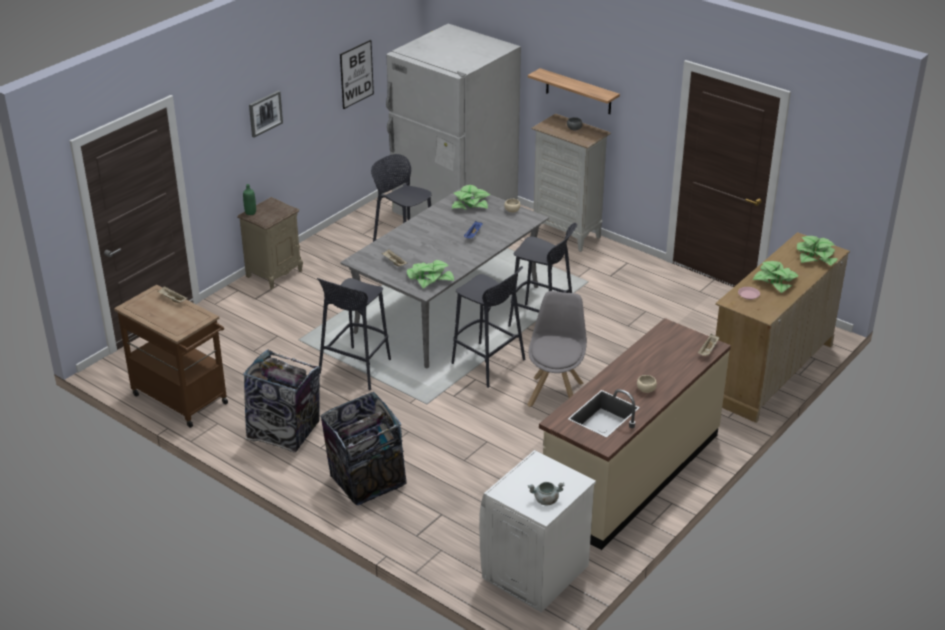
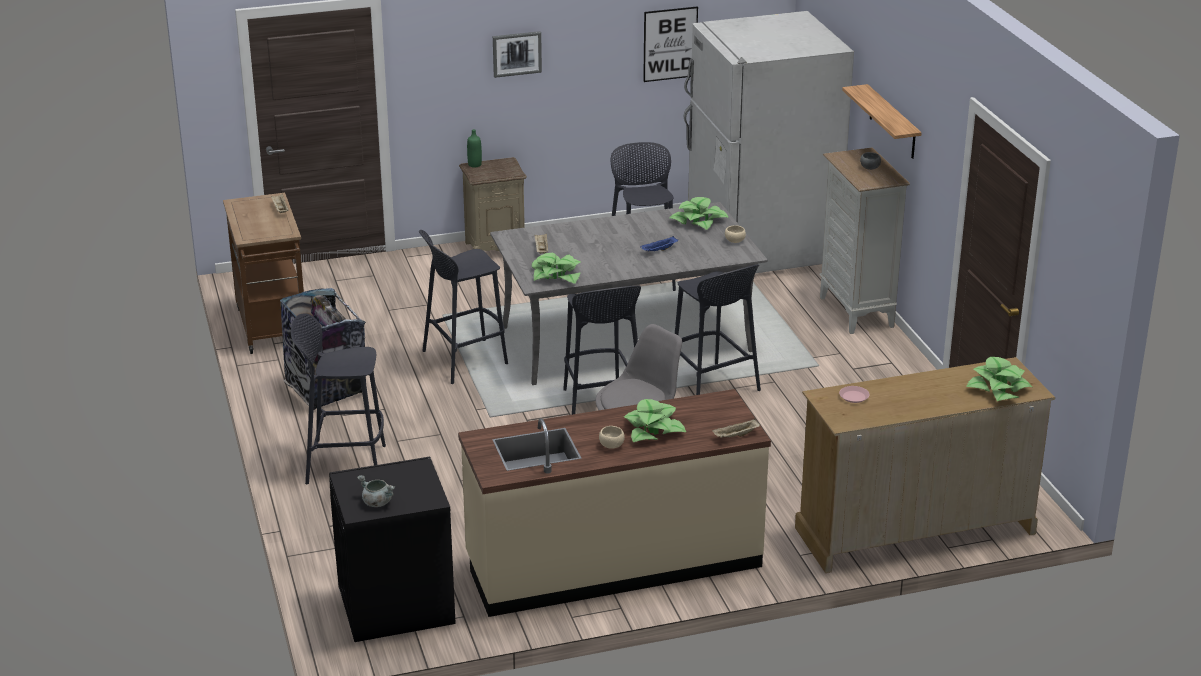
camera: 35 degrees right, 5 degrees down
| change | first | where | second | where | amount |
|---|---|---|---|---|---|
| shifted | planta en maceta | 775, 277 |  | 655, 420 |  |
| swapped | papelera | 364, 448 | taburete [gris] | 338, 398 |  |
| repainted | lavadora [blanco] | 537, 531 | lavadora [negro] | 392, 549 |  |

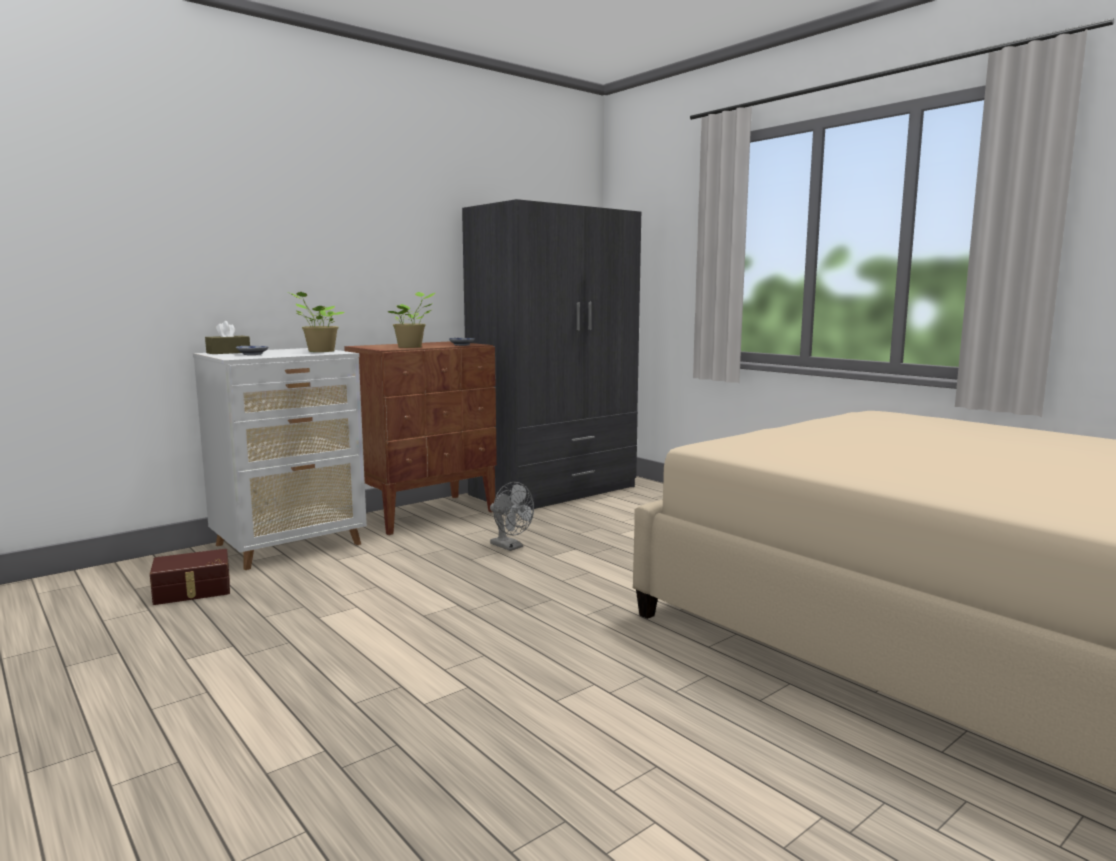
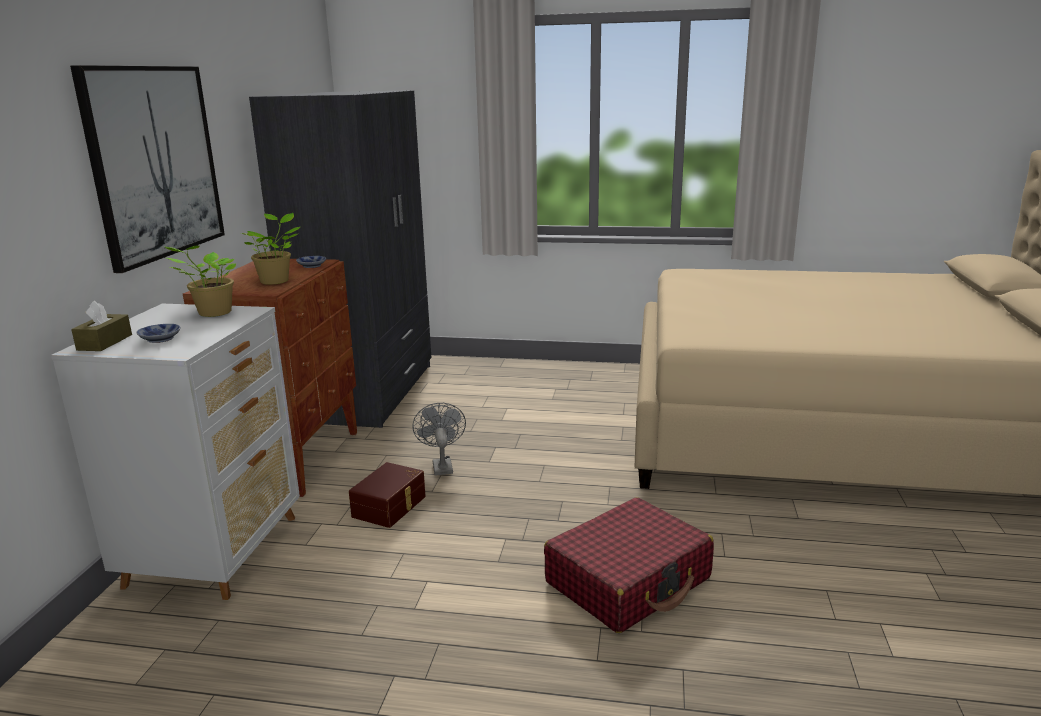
camera: 40 degrees left, 10 degrees up
| change | first | where | second | where | amount |
|---|---|---|---|---|---|
| rotated | ventilador [gris] | 512, 516 |  | 439, 439 | 105 degrees counterclockwise |
| shifted | caja de almacenaje [marrón] | 190, 577 |  | 387, 495 |  |
| new |  |  | cuadro | 147, 169 |  |
| new |  |  | maleta [rojo] | 629, 565 |  |

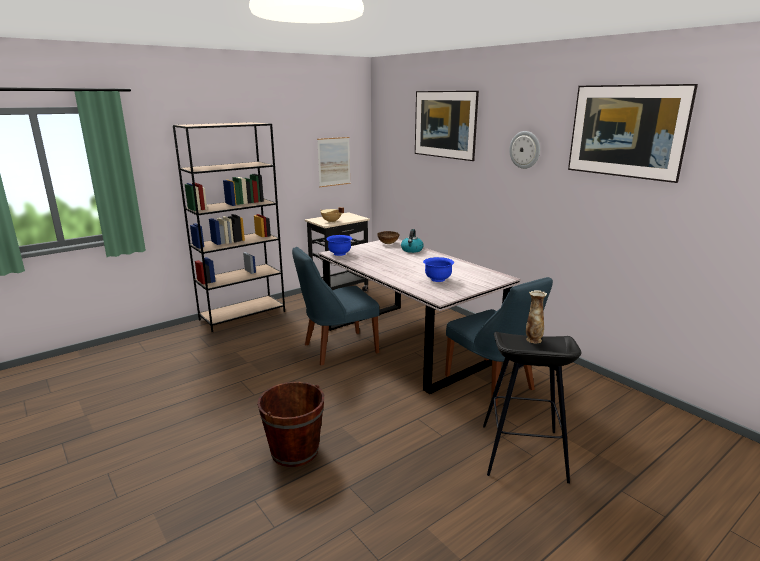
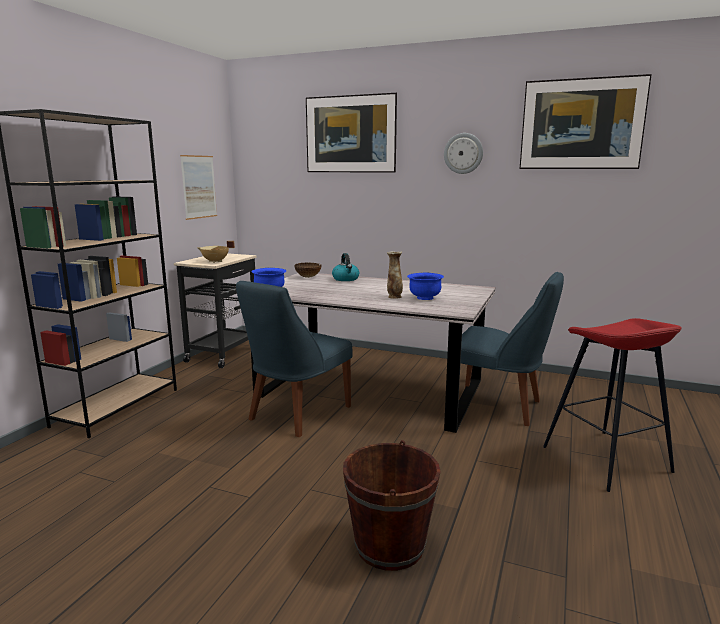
camera: 30 degrees left, 5 degrees down
| change | first | where | second | where | amount |
|---|---|---|---|---|---|
| shifted | florero | 536, 316 |  | 395, 275 |  |
| repainted | taburete [negro] | 532, 408 | taburete [rojo] | 612, 405 |  |

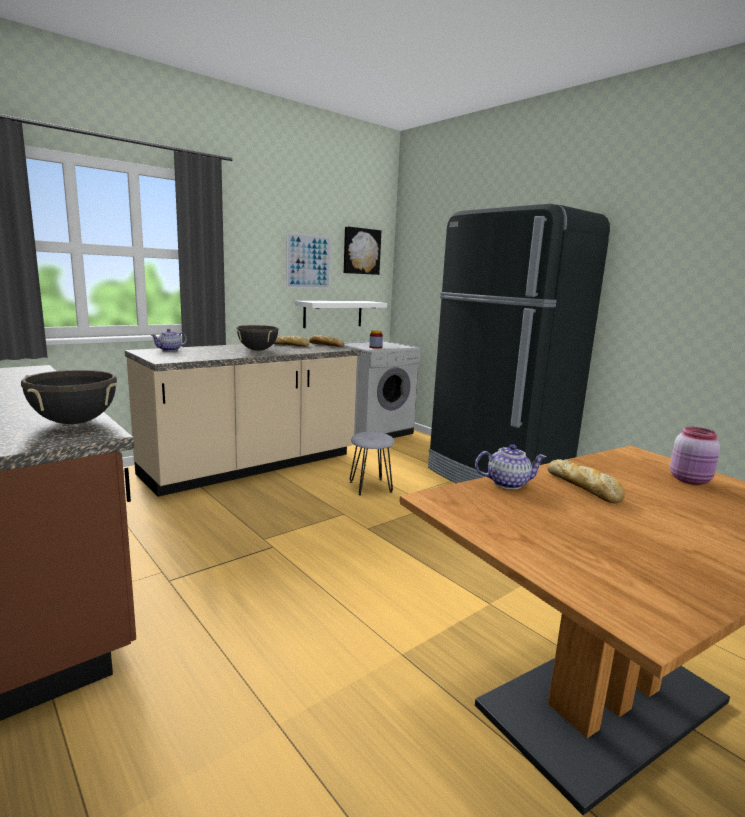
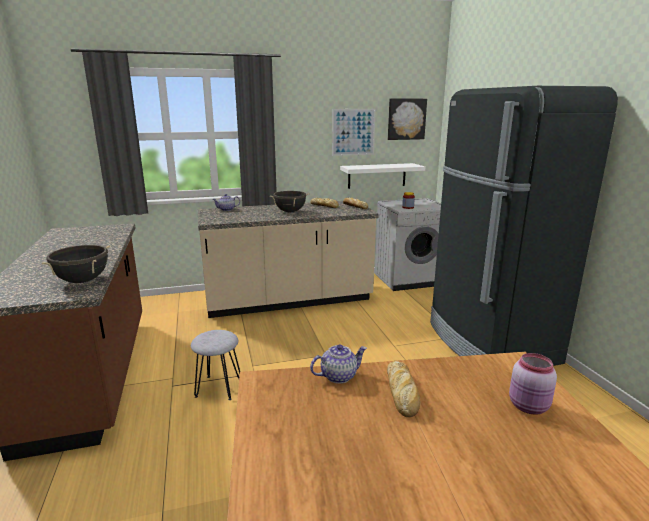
camera: 25 degrees right, 5 degrees up
| change | first | where | second | where | amount |
|---|---|---|---|---|---|
| shifted | taburete [gris] | 372, 463 |  | 215, 365 |  |
| rotated | tetera | 510, 466 |  | 338, 364 | 45 degrees counterclockwise |

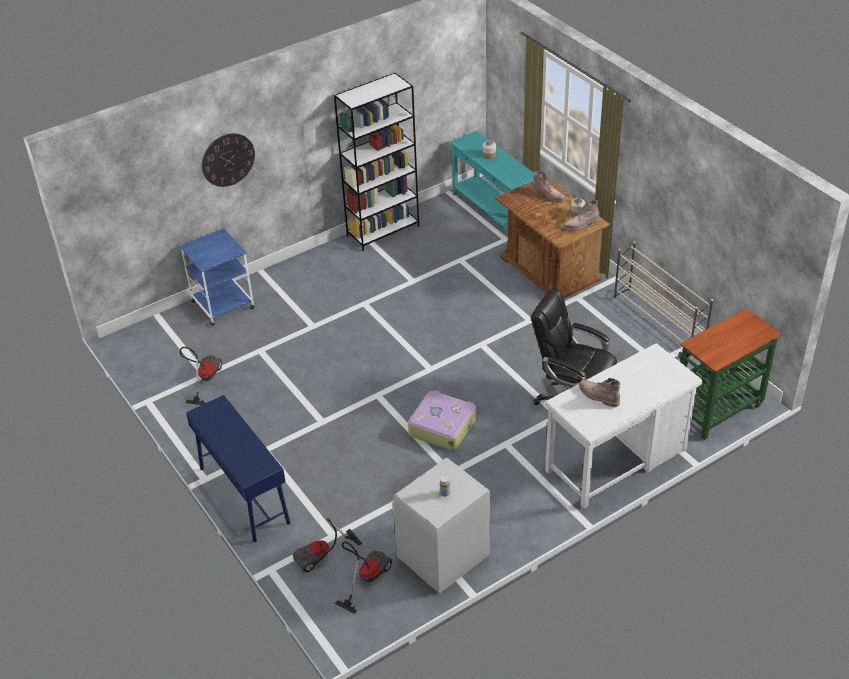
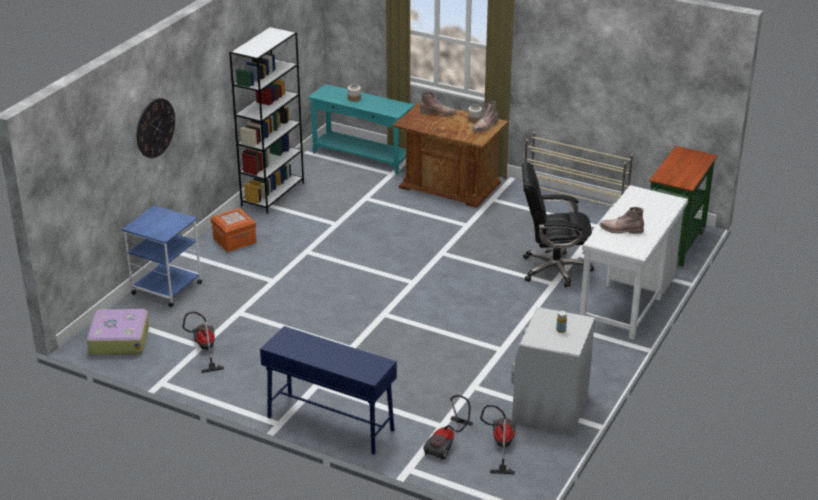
camera: 30 degrees left, 10 degrees down
| change | first | where | second | where | amount |
|---|---|---|---|---|---|
| shifted | maleta | 442, 420 |  | 118, 332 |  |
| new |  |  | caja de almacenaje [naranja] | 233, 230 |  |

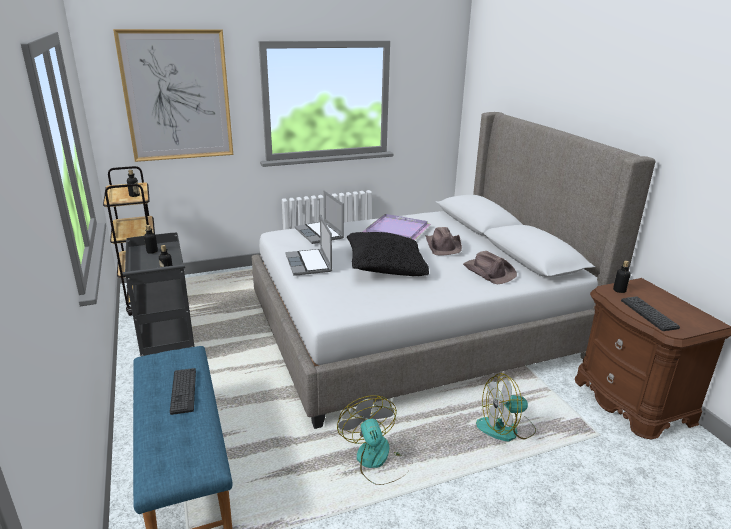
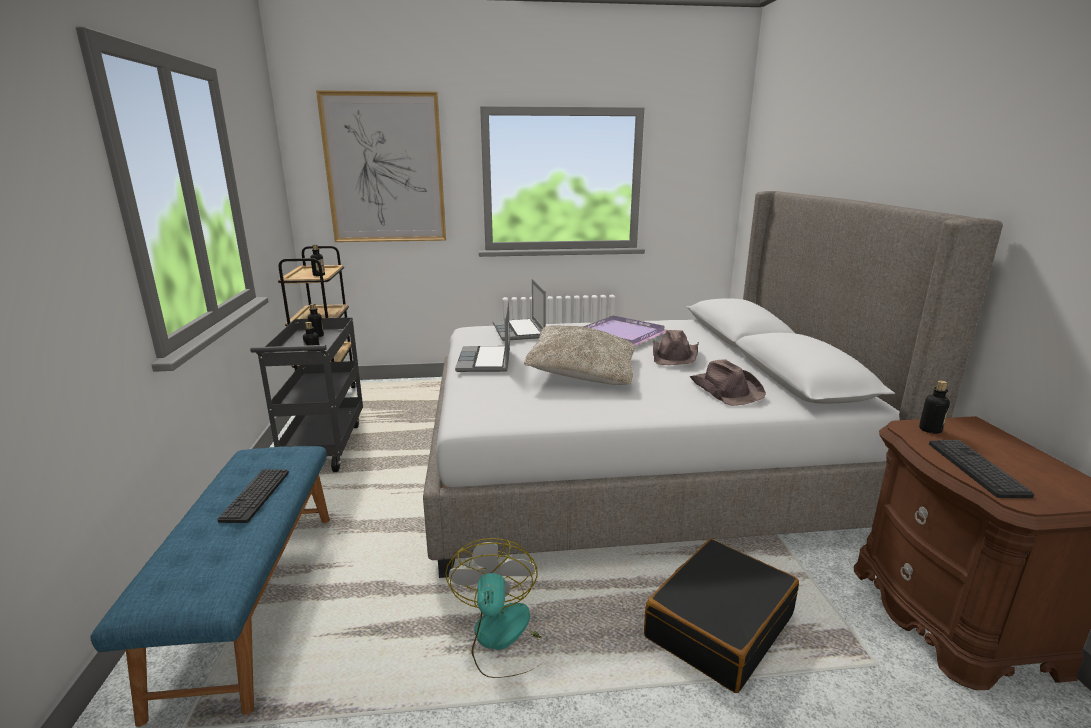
camera: 15 degrees right, 5 degrees down
| change | first | where | second | where | amount |
|---|---|---|---|---|---|
| repainted | cojín [negro] | 388, 254 | cojín [beis] | 579, 355 |  |
| swapped | ventilador | 506, 407 | maleta [negro] | 721, 616 |  |

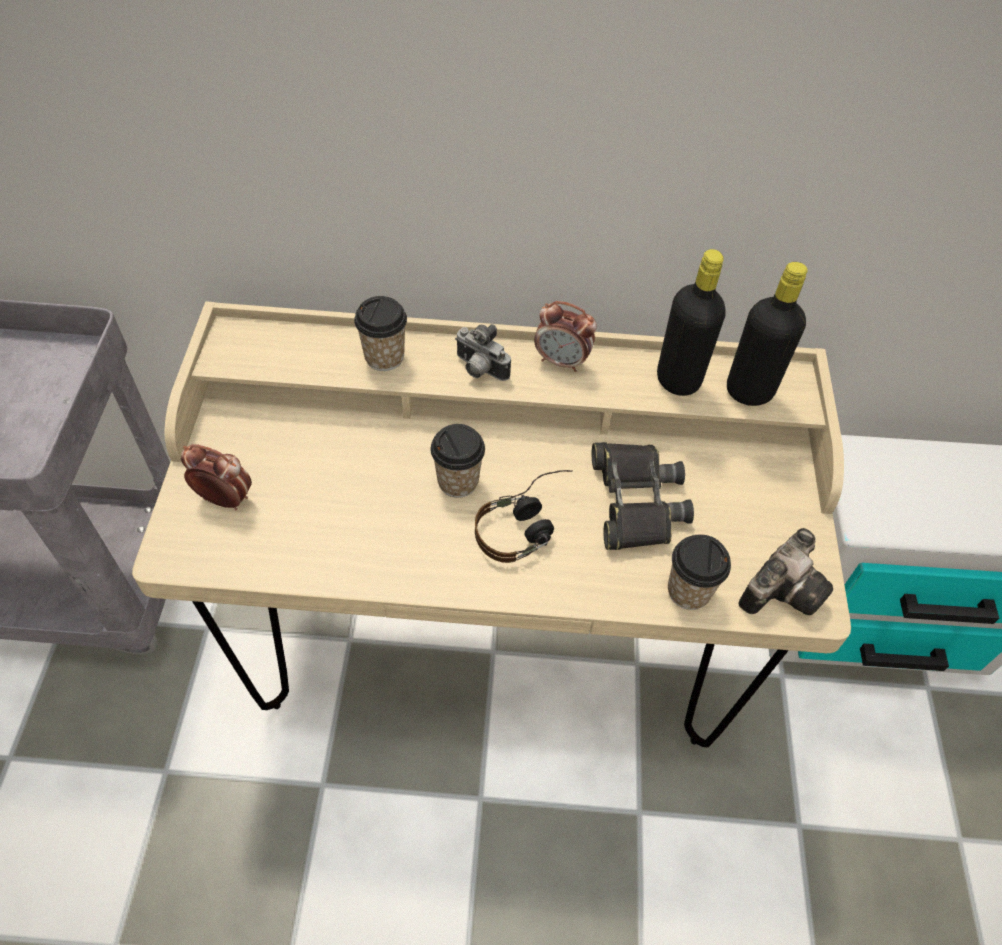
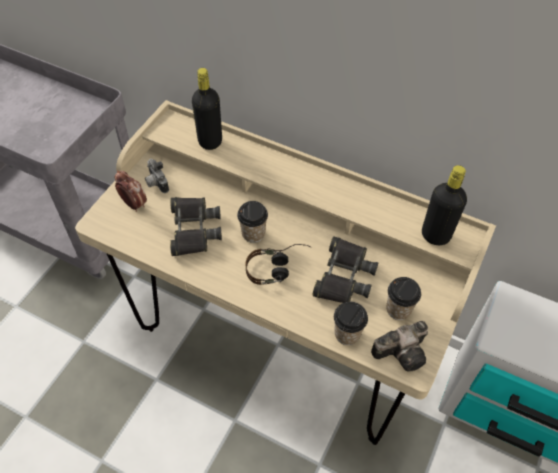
camera: 25 degrees right, 0 degrees up
| change | first | where | second | where | amount |
|---|---|---|---|---|---|
| shifted | botella [negro] | 691, 322 |  | 207, 109 |  |
| shifted | taza | 380, 333 |  | 403, 298 |  |
| gone | despertador | 565, 336 |  |  |  |
| shifted | cámara | 483, 352 |  | 157, 176 |  |
| new |  |  | prismáticos [negro] | 196, 226 |  |

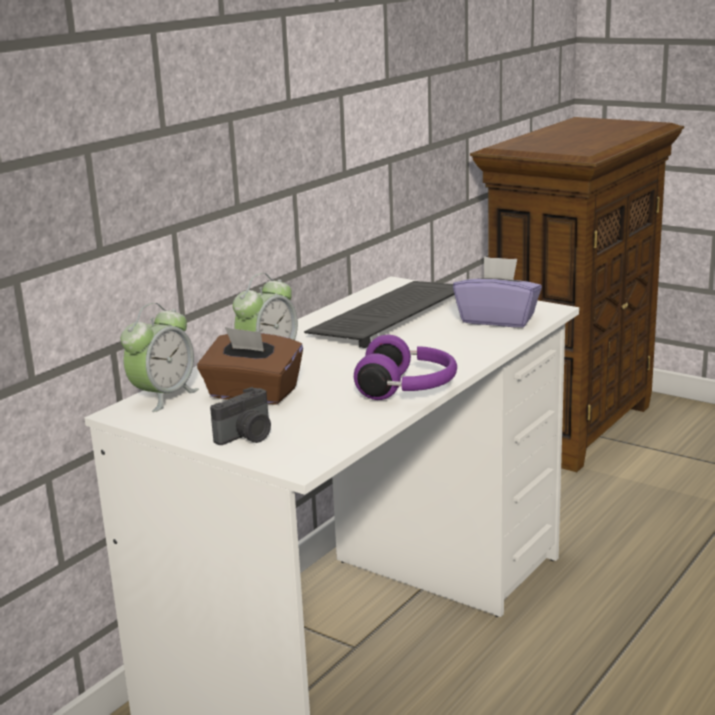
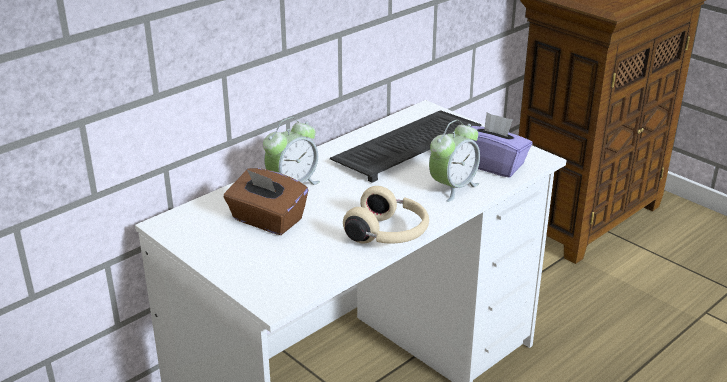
camera: 10 degrees right, 10 degrees up
| change | first | where | second | where | amount |
|---|---|---|---|---|---|
| shifted | despertador | 160, 357 |  | 454, 161 |  |
| repainted | auriculares [morado] | 405, 367 | auriculares [beis] | 386, 215 |  |
| gone | cámara | 240, 416 |  |  |  |

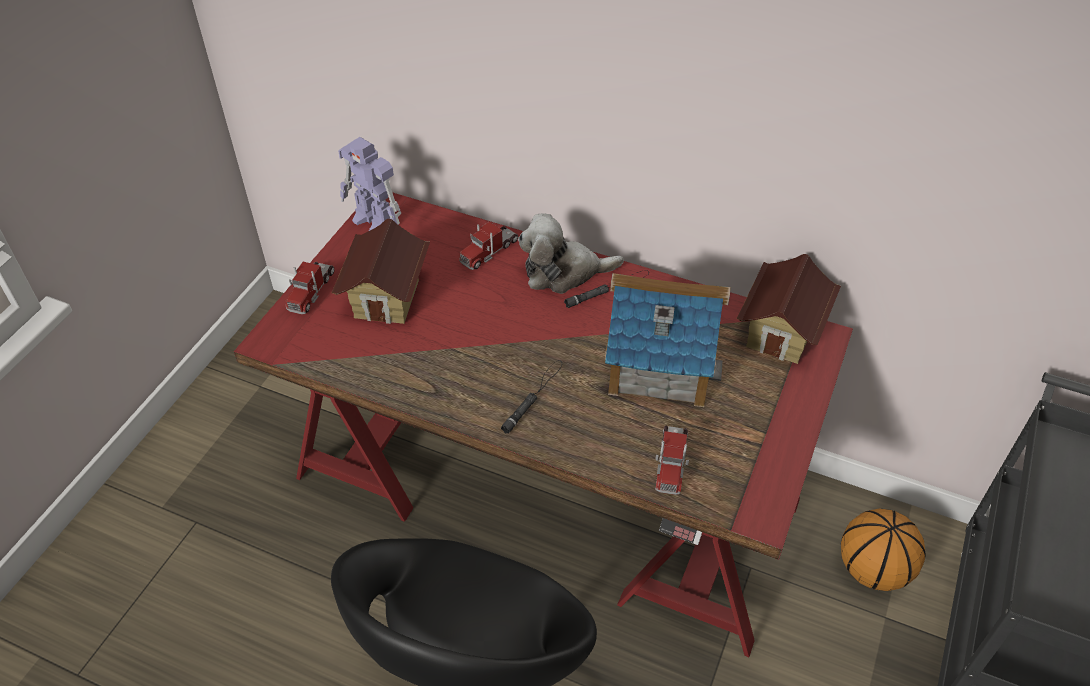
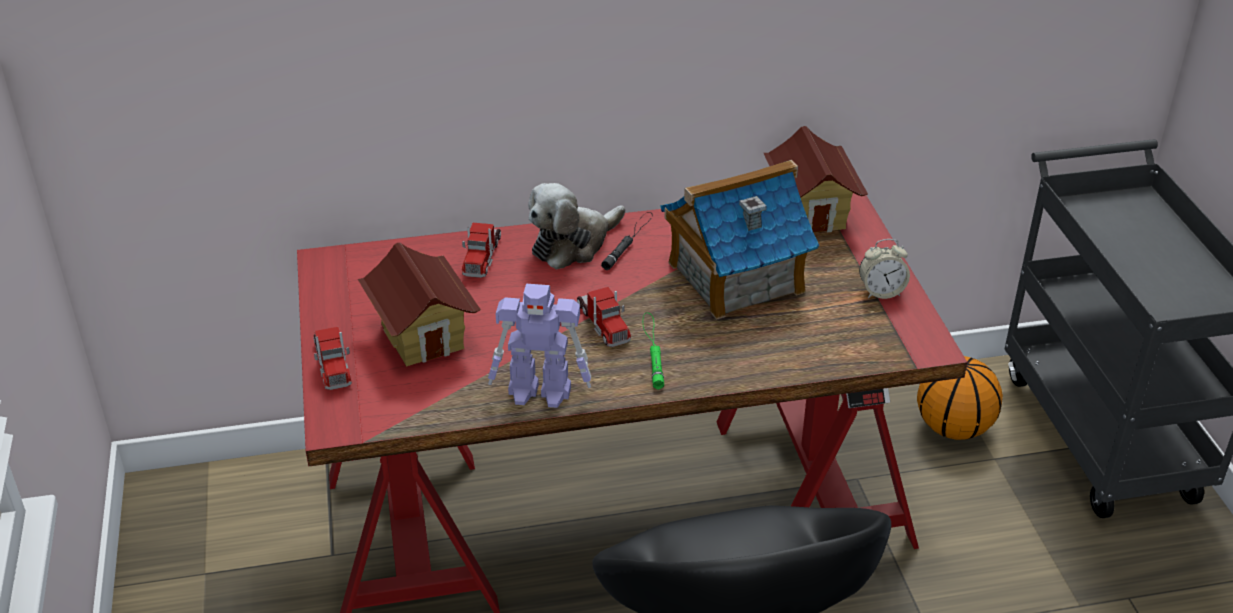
camera: 35 degrees left, 10 degrees down
| change | first | where | second | where | amount |
|---|---|---|---|---|---|
| shifted | robot de juguete | 369, 184 |  | 539, 346 |  |
| repainted | linterna [negro] | 531, 397 | linterna [verde] | 653, 351 |  |
| shifted | camión de juguete | 672, 460 |  | 604, 317 |  |
| new |  |  | despertador | 884, 269 |  |

